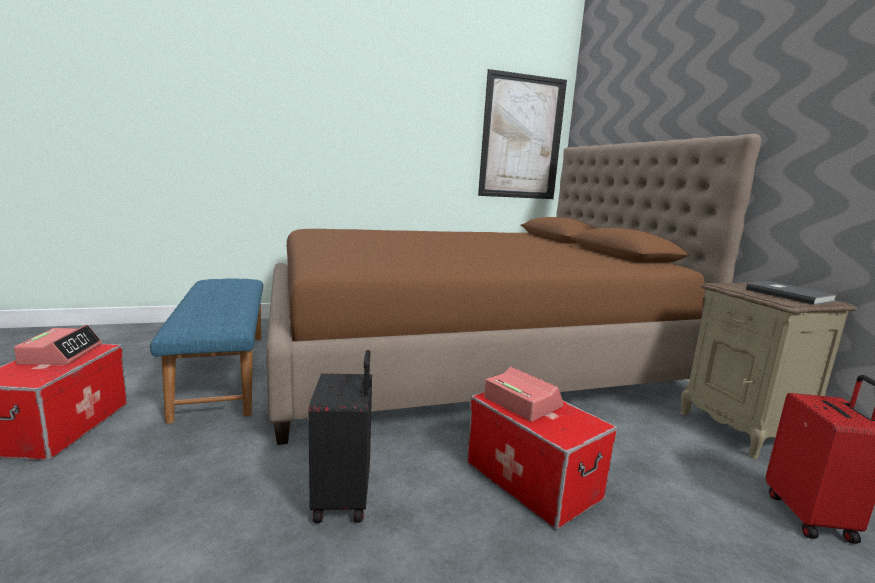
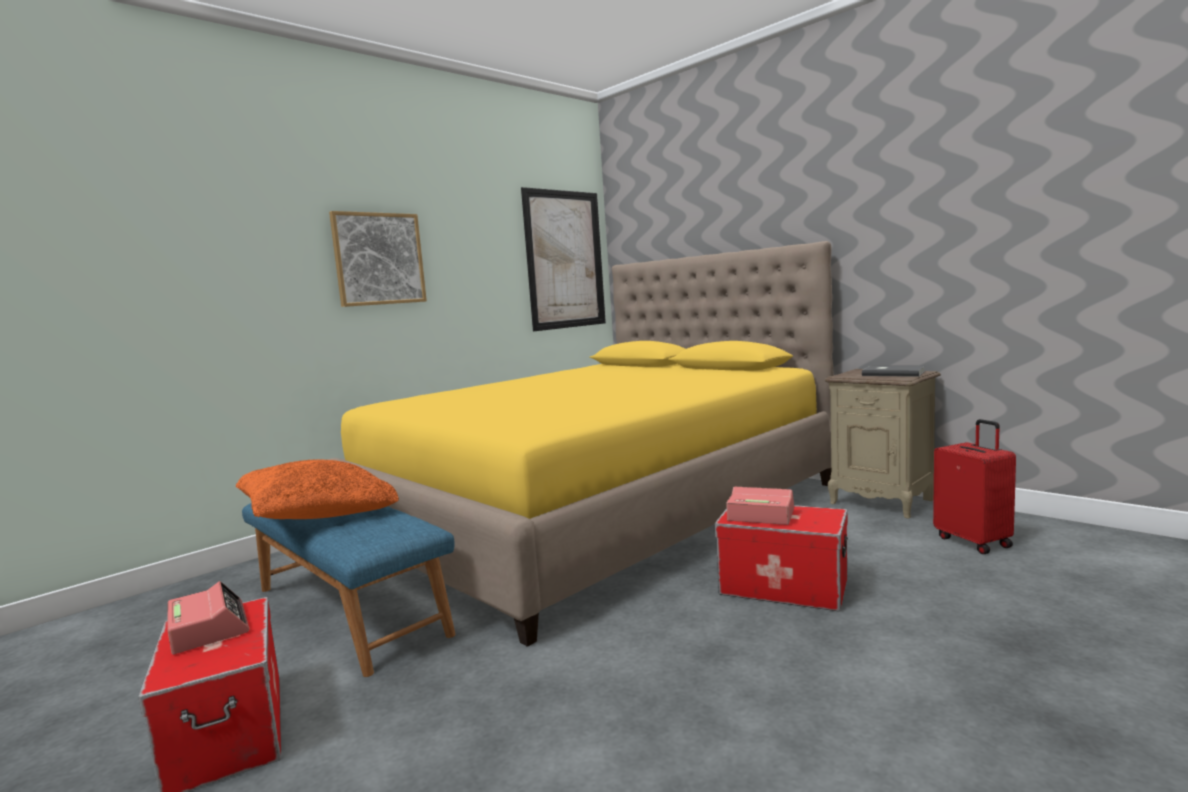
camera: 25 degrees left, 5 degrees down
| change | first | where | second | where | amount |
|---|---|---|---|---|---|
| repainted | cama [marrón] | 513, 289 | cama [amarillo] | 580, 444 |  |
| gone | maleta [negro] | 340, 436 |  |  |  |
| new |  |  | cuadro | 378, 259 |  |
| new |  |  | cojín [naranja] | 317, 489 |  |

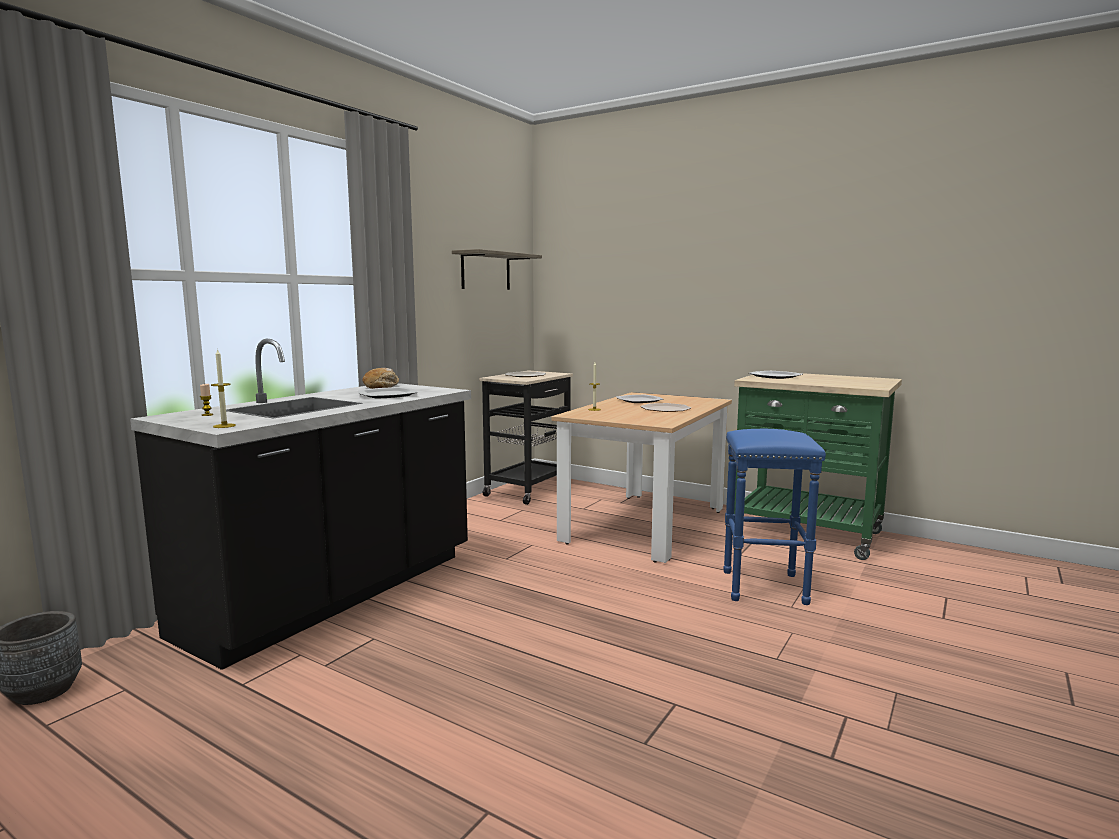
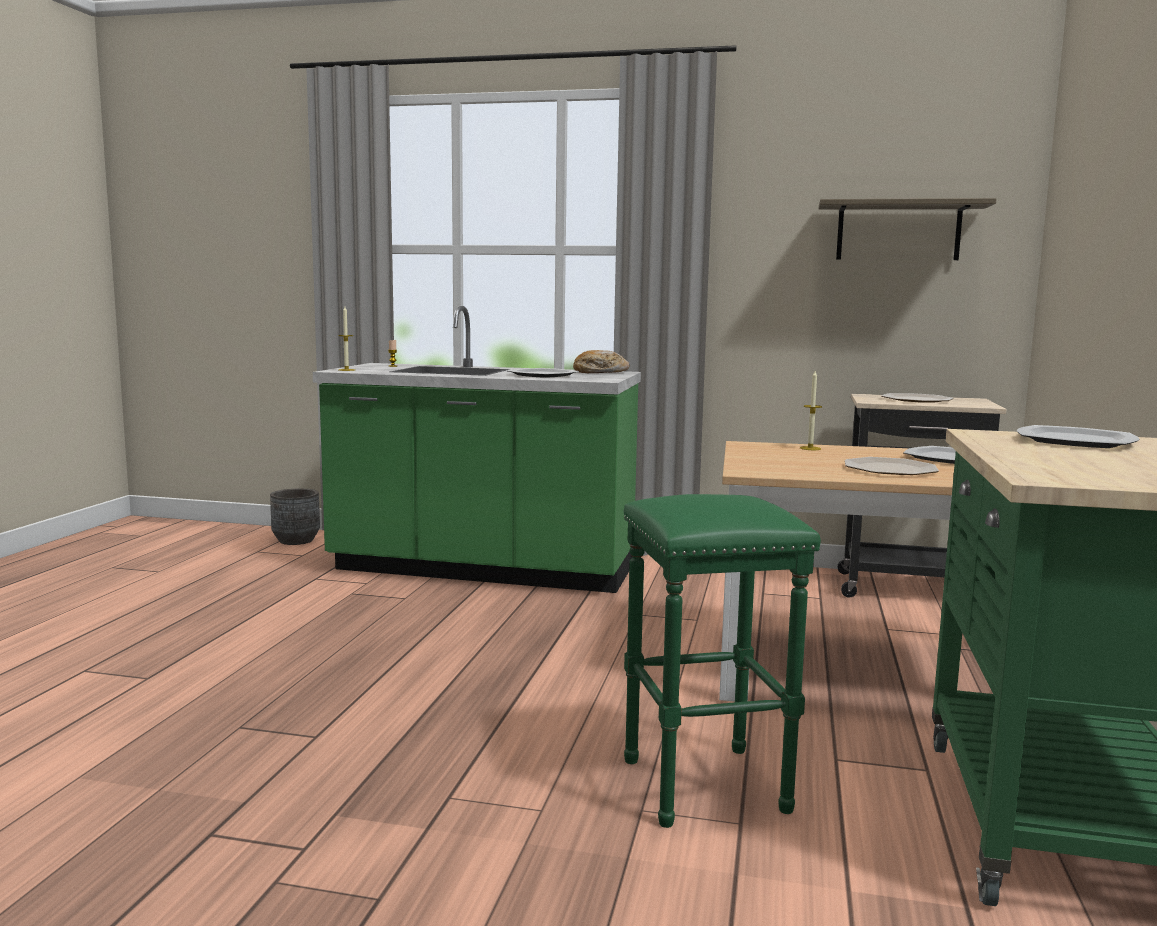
camera: 70 degrees right, 0 degrees up
| change | first | where | second | where | amount |
|---|---|---|---|---|---|
| repainted | mueble bajo de cocina [negro] | 300, 504 | mueble bajo de cocina [verde] | 477, 449 |  |
| repainted | taburete [azul] | 774, 517 | taburete [verde] | 722, 661 |  |

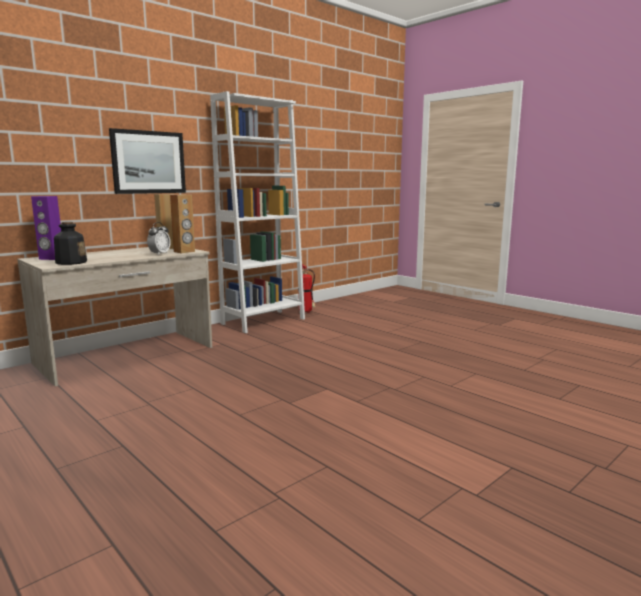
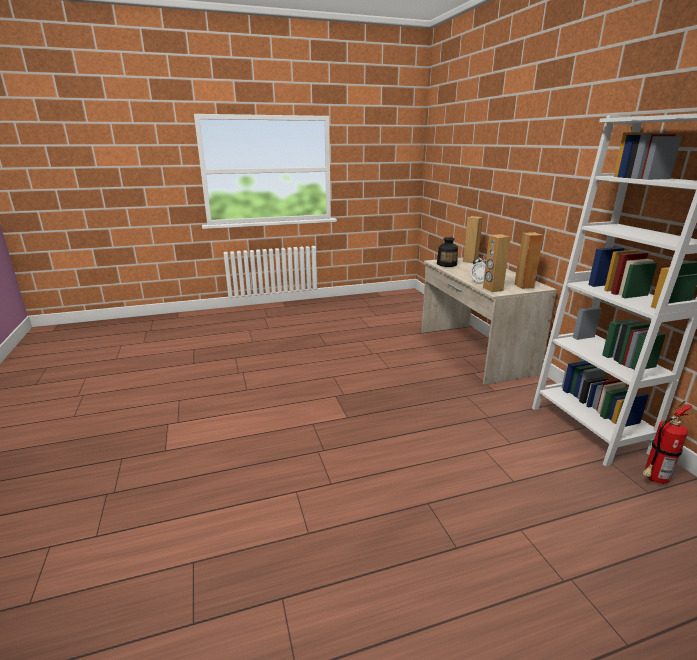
camera: 115 degrees right, 10 degrees up
| change | first | where | second | where | amount |
|---|---|---|---|---|---|
| gone | cuadro | 147, 161 |  |  |  |
| repainted | altavoz [morado] | 46, 228 | altavoz [marrón] | 473, 239 |  |

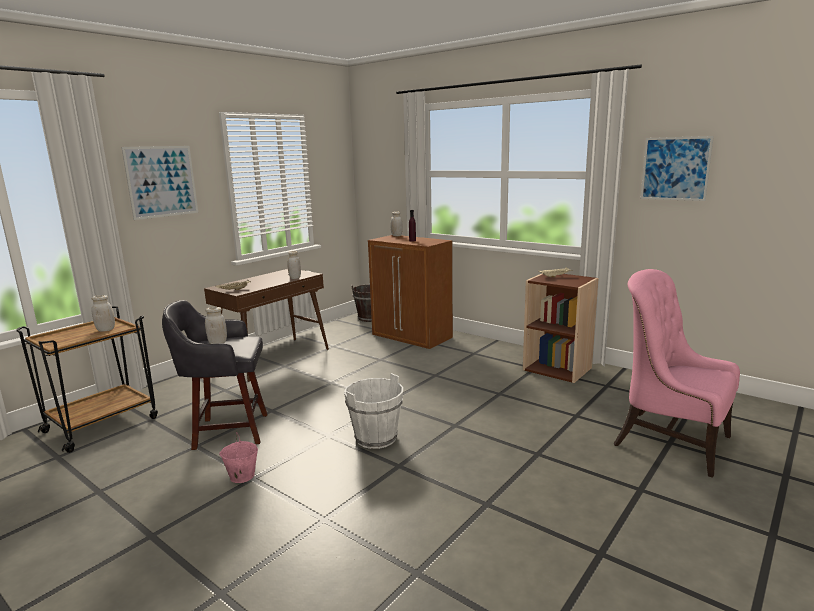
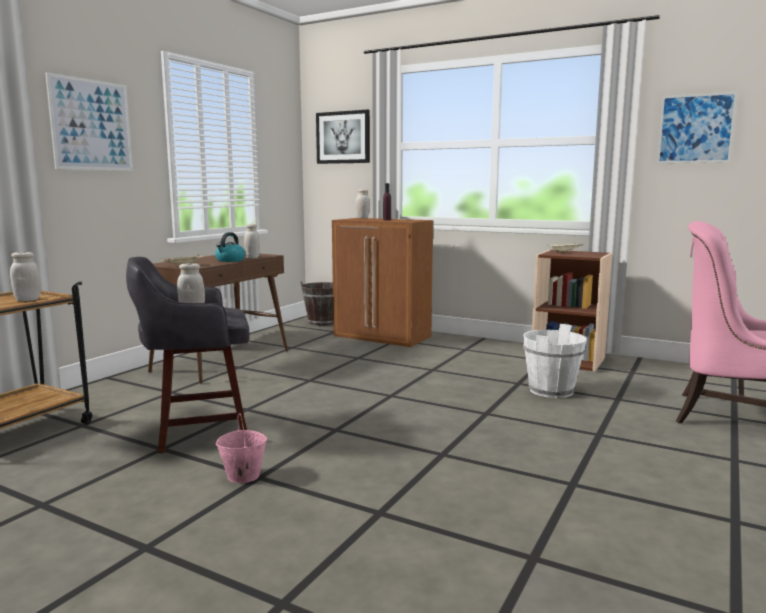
camera: 10 degrees left, 5 degrees down
| change | first | where | second | where | amount |
|---|---|---|---|---|---|
| shifted | cubo [blanco] | 373, 411 |  | 555, 361 |  |
| new |  |  | cuadro | 343, 137 |  |
| new |  |  | hervidor | 230, 247 |  |

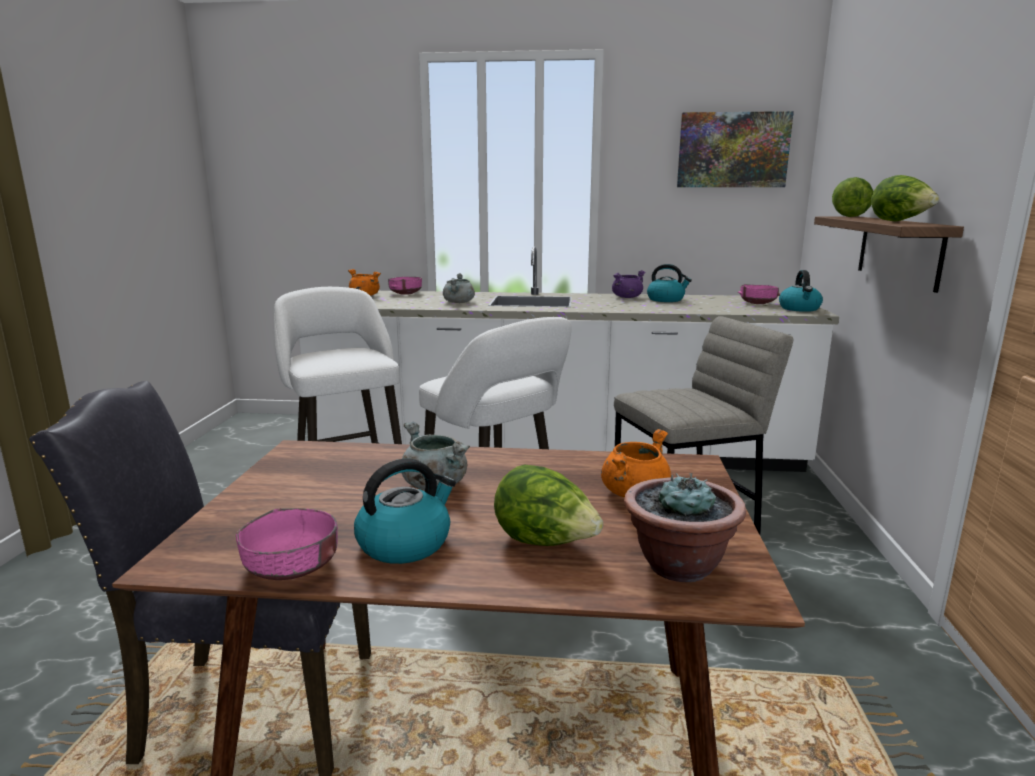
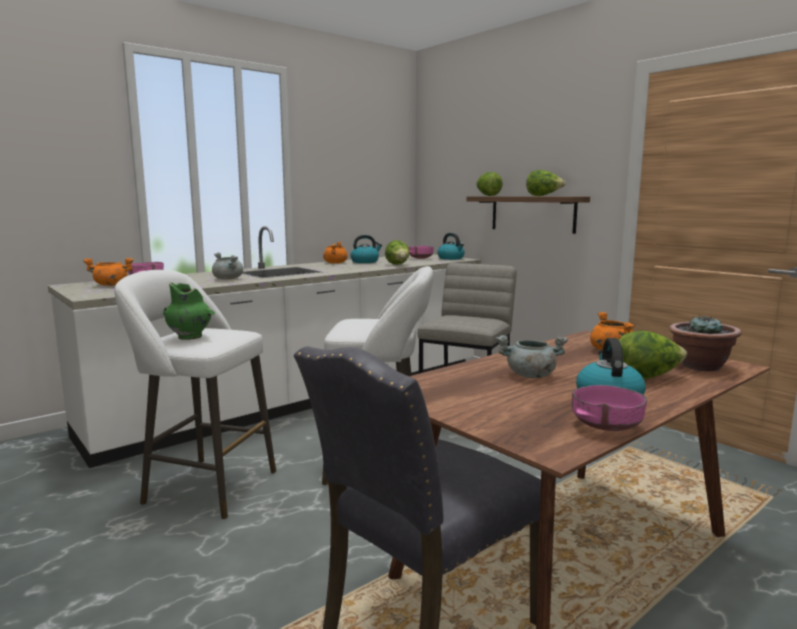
camera: 45 degrees left, 5 degrees down
| change | first | where | second | where | amount |
|---|---|---|---|---|---|
| gone | cuadro | 735, 149 |  |  |  |
| repainted | olla [morado] | 629, 284 | olla [naranja] | 335, 253 |  |
| new |  |  | lechuga | 397, 252 |  |
| new |  |  | florero [verde] | 189, 311 |  |

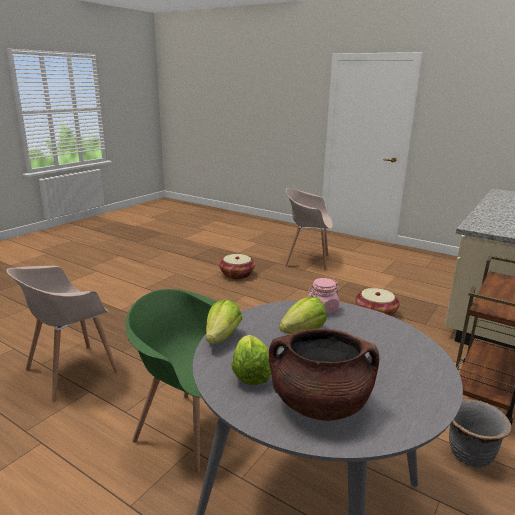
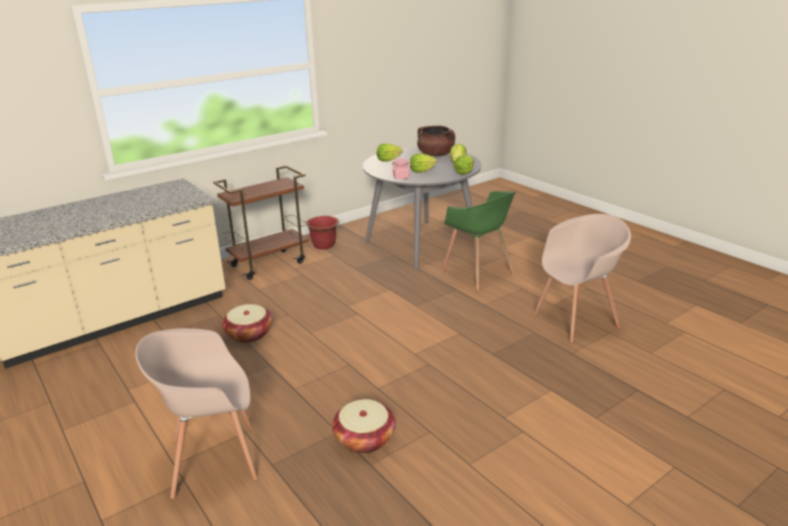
camera: 160 degrees left, 5 degrees up
| change | first | where | second | where | amount |
|---|---|---|---|---|---|
| rotated | silla [beis] | 308, 229 |  | 196, 413 | 135 degrees clockwise |
| repainted | maceta [gris] | 480, 433 | maceta [rojo] | 322, 233 |  |
| new |  |  | lechuga | 389, 152 |  |

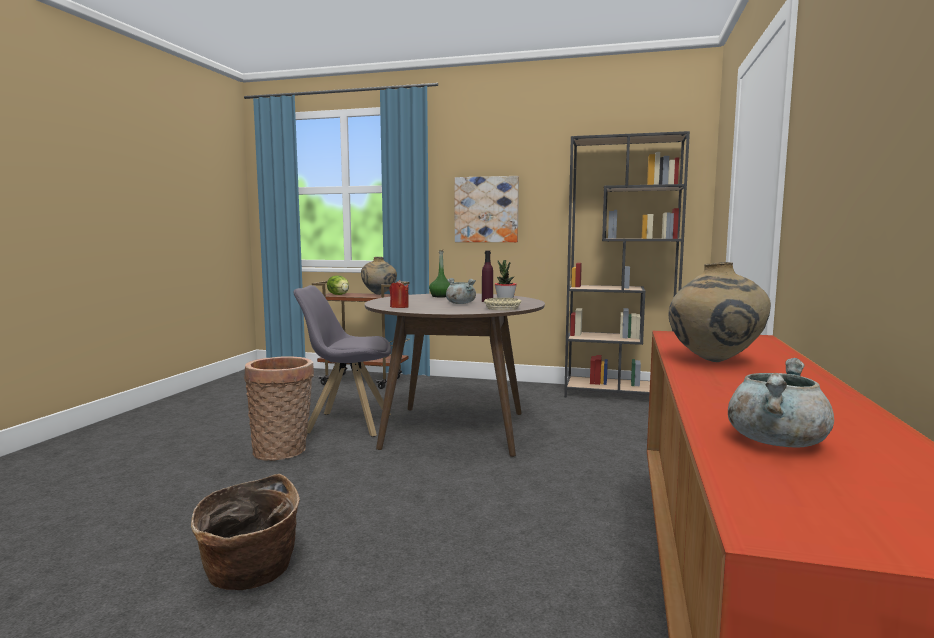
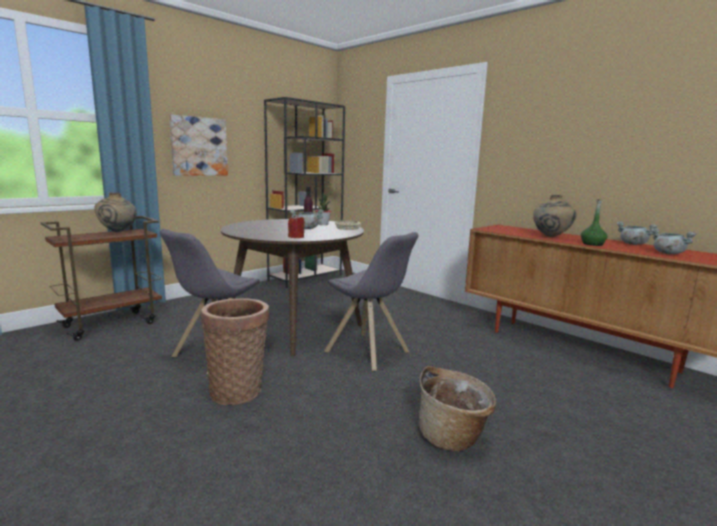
camera: 60 degrees left, 5 degrees up
| change | first | where | second | where | amount |
|---|---|---|---|---|---|
| shifted | botella [verde] | 439, 273 |  | 594, 222 |  |
| gone | lechuga | 338, 285 |  |  |  |
| new |  |  | olla [gris] | 637, 233 |  |
| new |  |  | silla [gris] | 371, 301 |  |

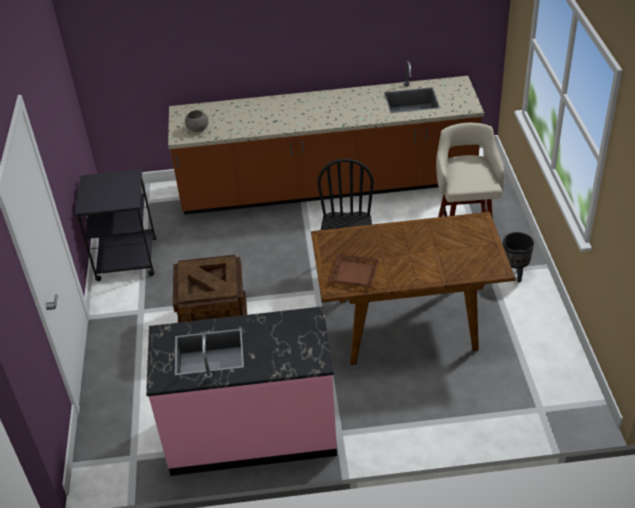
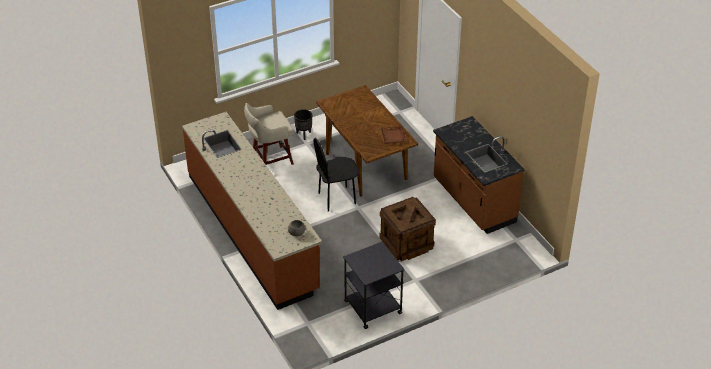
camera: 115 degrees left, 0 degrees up
| change | first | where | second | where | amount |
|---|---|---|---|---|---|
| repainted | mueble bajo de cocina [rosa] | 241, 391 | mueble bajo de cocina [marrón] | 479, 175 |  |

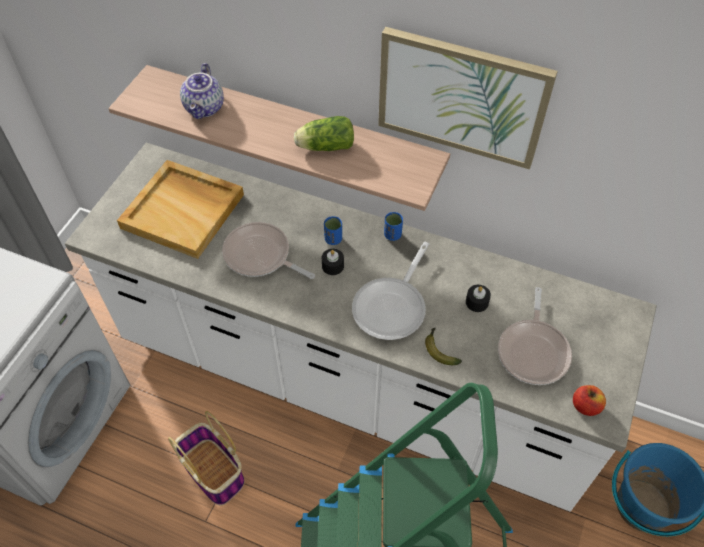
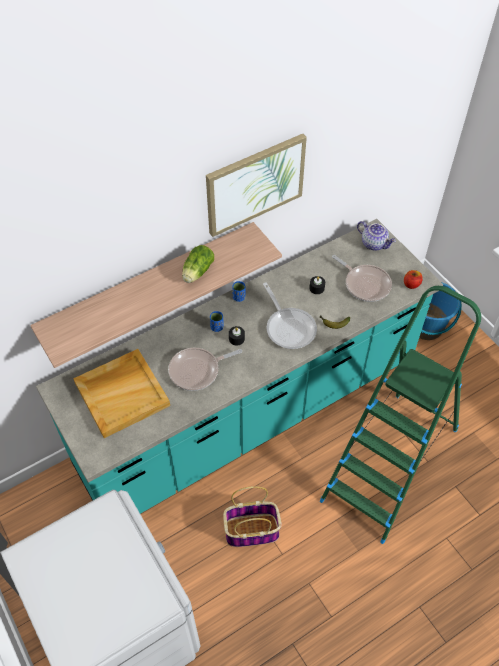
camera: 55 degrees left, 0 degrees up
| change | first | where | second | where | amount |
|---|---|---|---|---|---|
| shifted | tetera | 202, 91 |  | 376, 235 |  |
| repainted | mueble bajo de cocina [blanco] | 361, 327 | mueble bajo de cocina [turquesa] | 239, 366 |  |

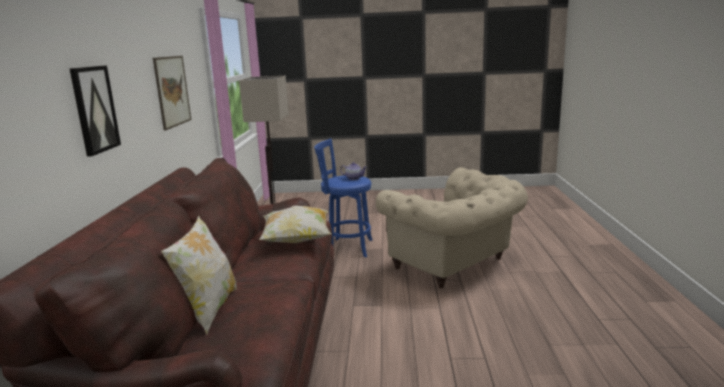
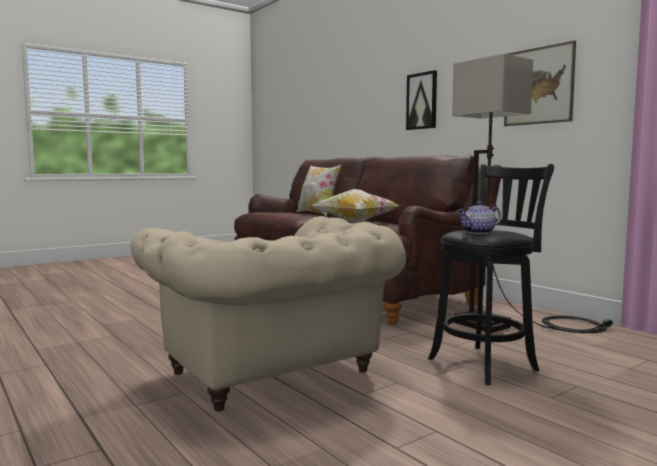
camera: 140 degrees right, 10 degrees down
| change | first | where | second | where | amount |
|---|---|---|---|---|---|
| repainted | taburete [azul] | 343, 198 | taburete [negro] | 491, 274 |  |
| rotated | sillón [beis] | 452, 227 |  | 268, 314 | 135 degrees counterclockwise |

